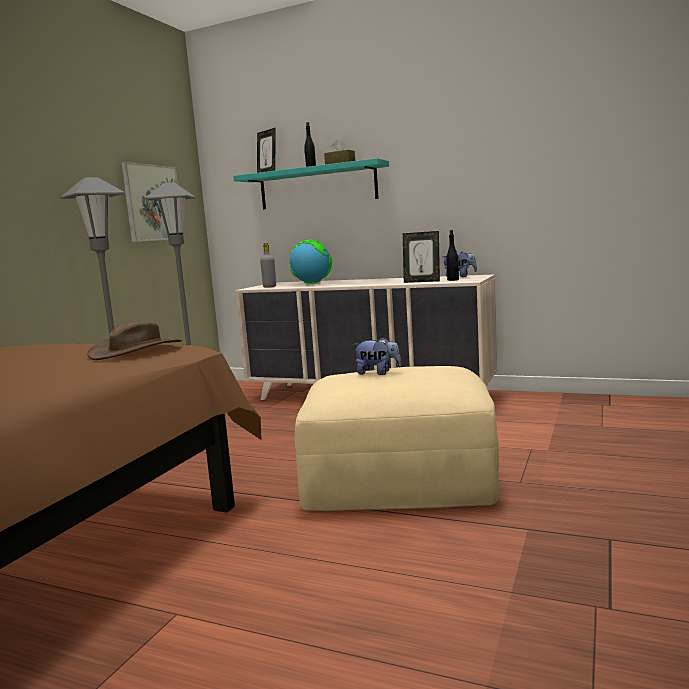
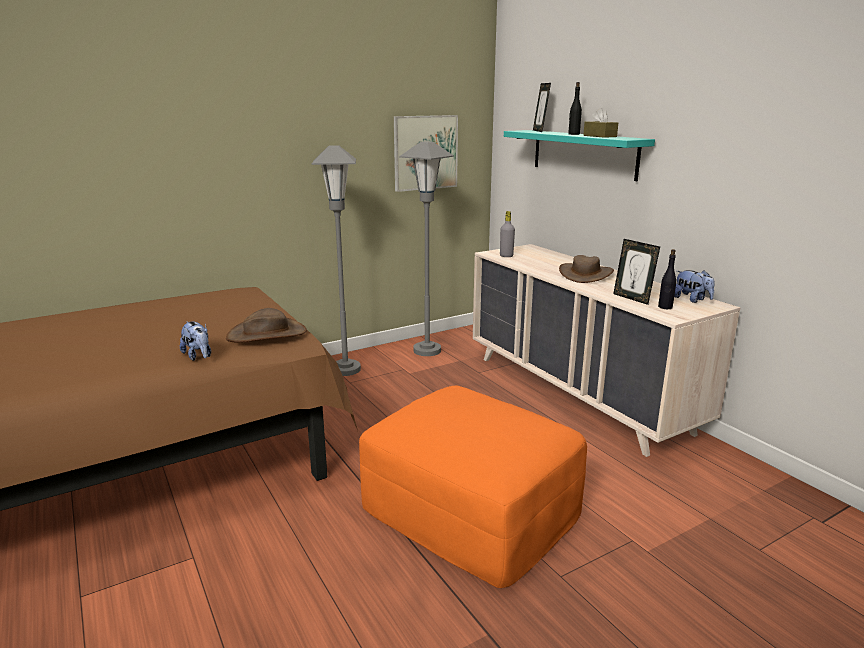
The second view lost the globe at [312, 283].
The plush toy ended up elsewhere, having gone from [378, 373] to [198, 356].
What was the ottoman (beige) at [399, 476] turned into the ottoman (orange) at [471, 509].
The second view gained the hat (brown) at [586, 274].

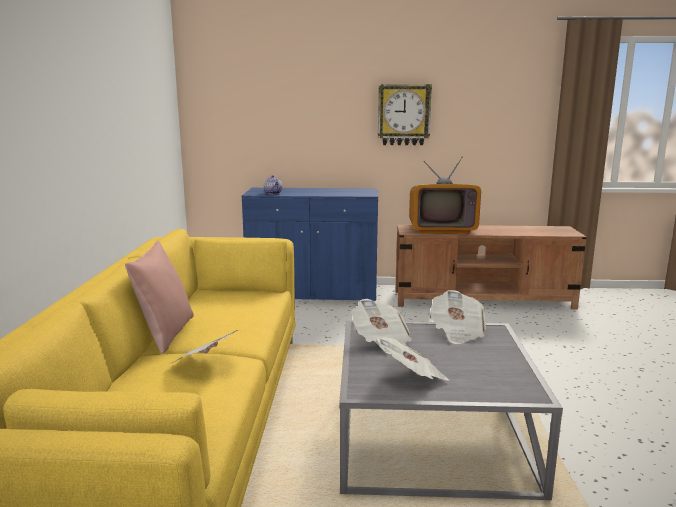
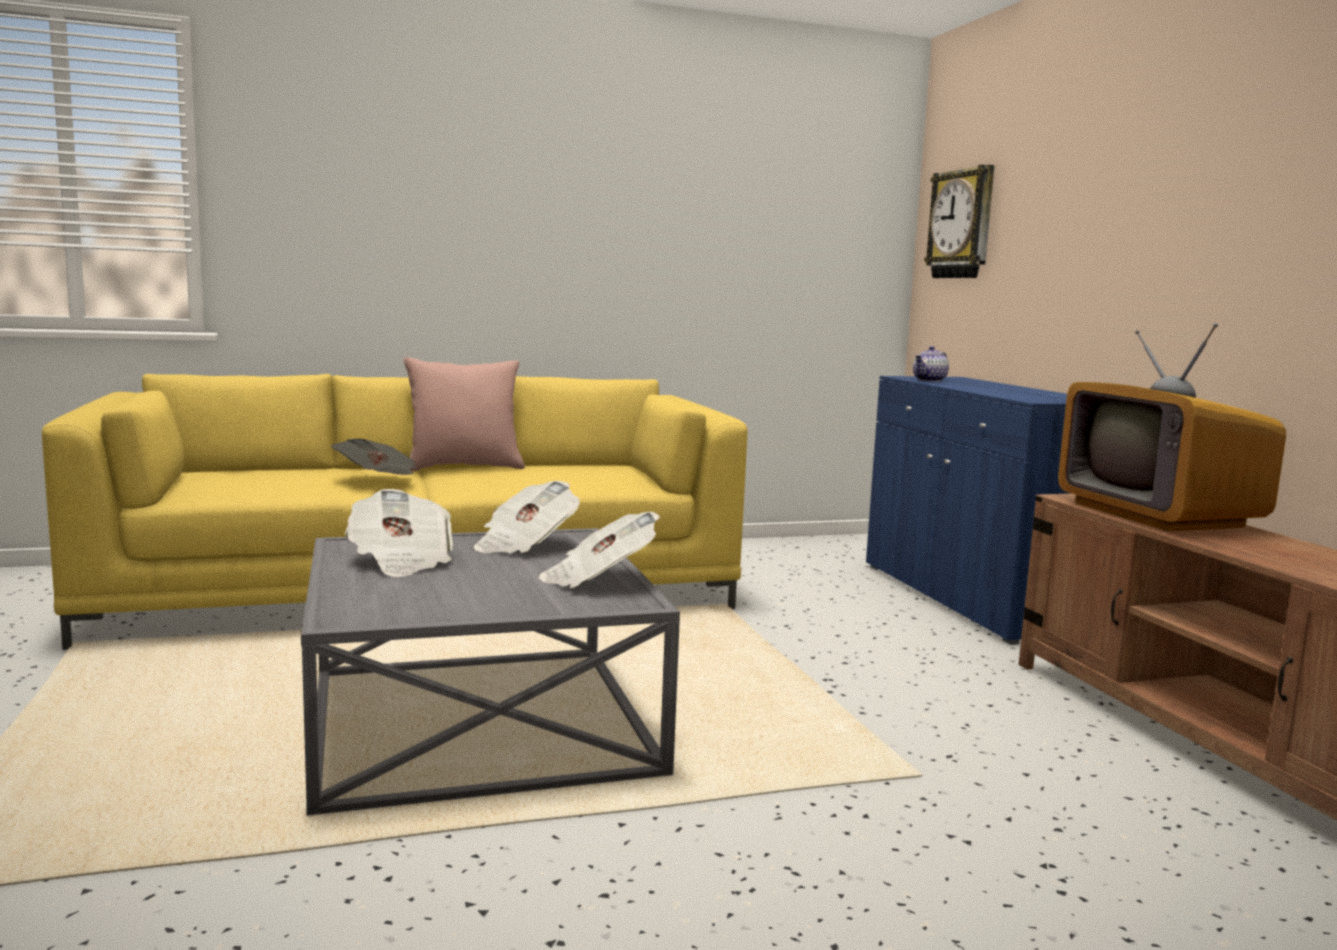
The wall clock ended up elsewhere, having gone from [404, 115] to [962, 224].

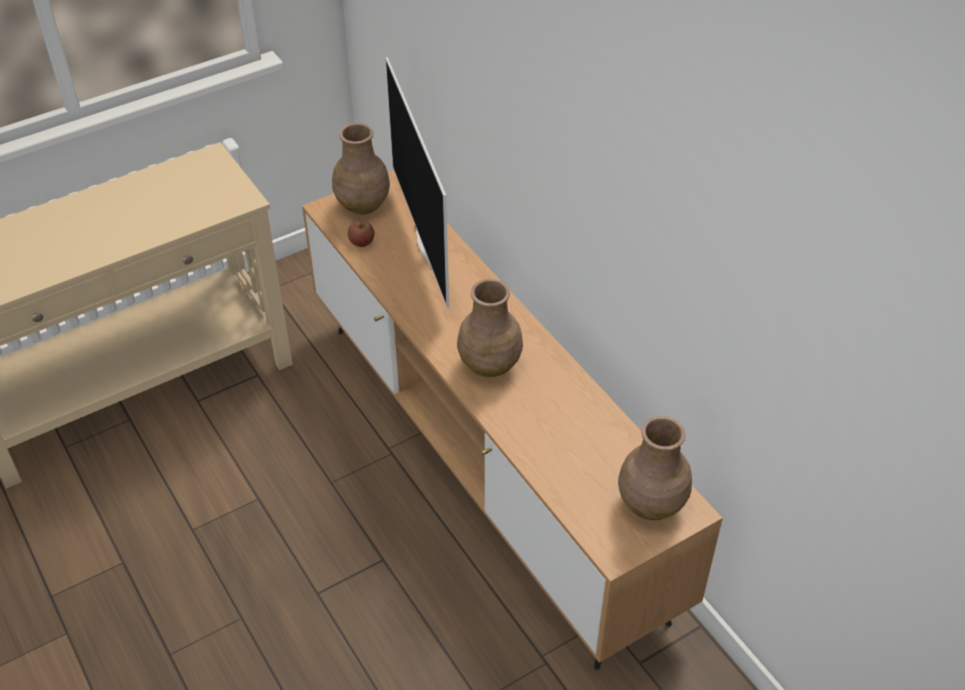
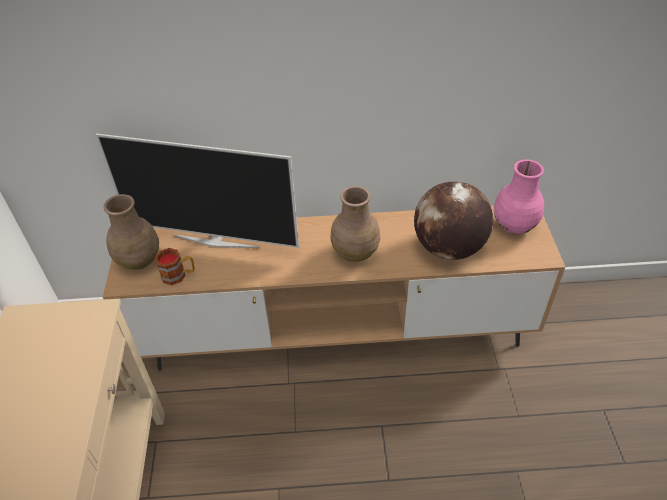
Where the apple stood at [361, 242], the mug came to stand at [178, 275].
What was the vase (brown) at [650, 504] turned into the vase (pink) at [514, 226].
The second view gained the globe at [448, 248].

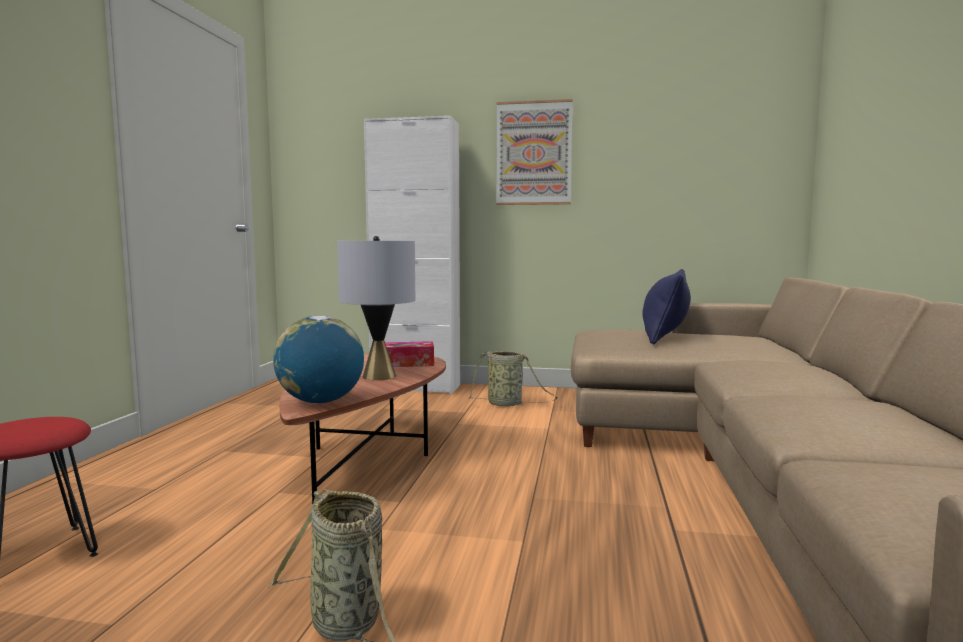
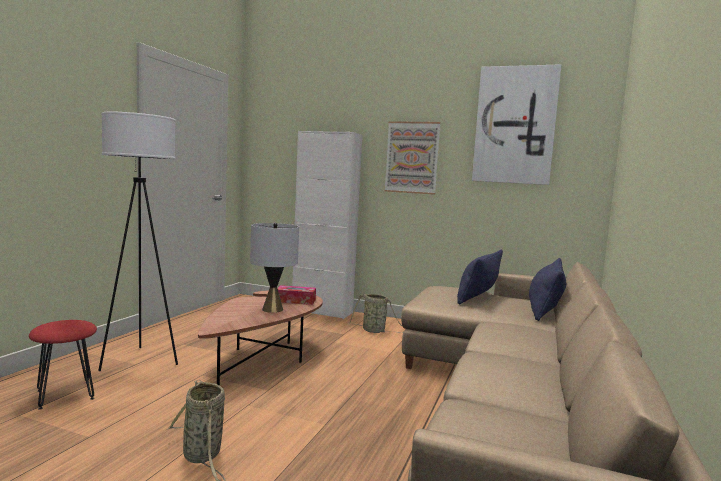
The second view lost the globe at [321, 402].
The second view gained the picture at [515, 125].
The second view gained the floor lamp (white) at [140, 360].
The second view gained the pillow (blue) at [545, 310].

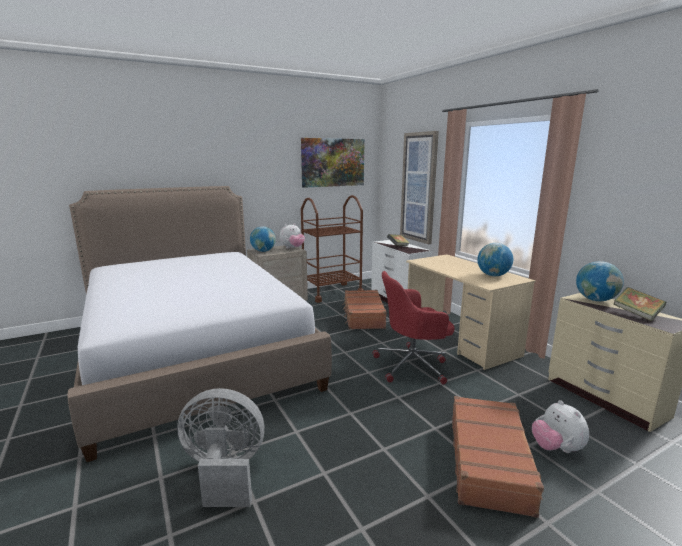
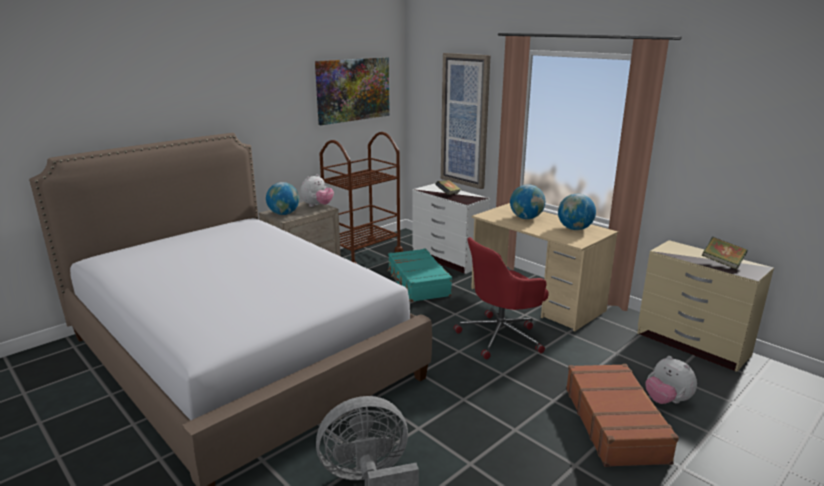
The globe ended up elsewhere, having gone from [595, 300] to [526, 218].
What was the suitcase (brown) at [363, 316] turned into the suitcase (turquoise) at [417, 283].

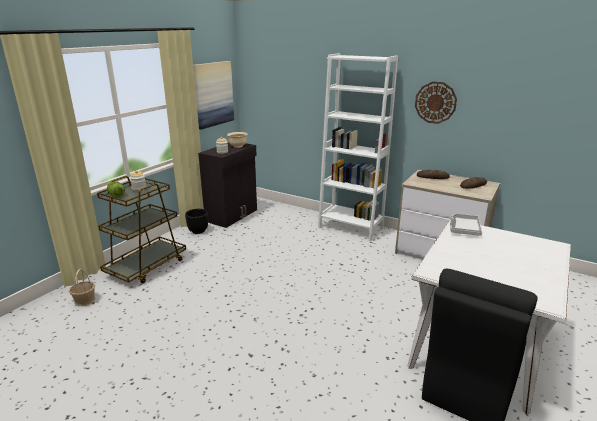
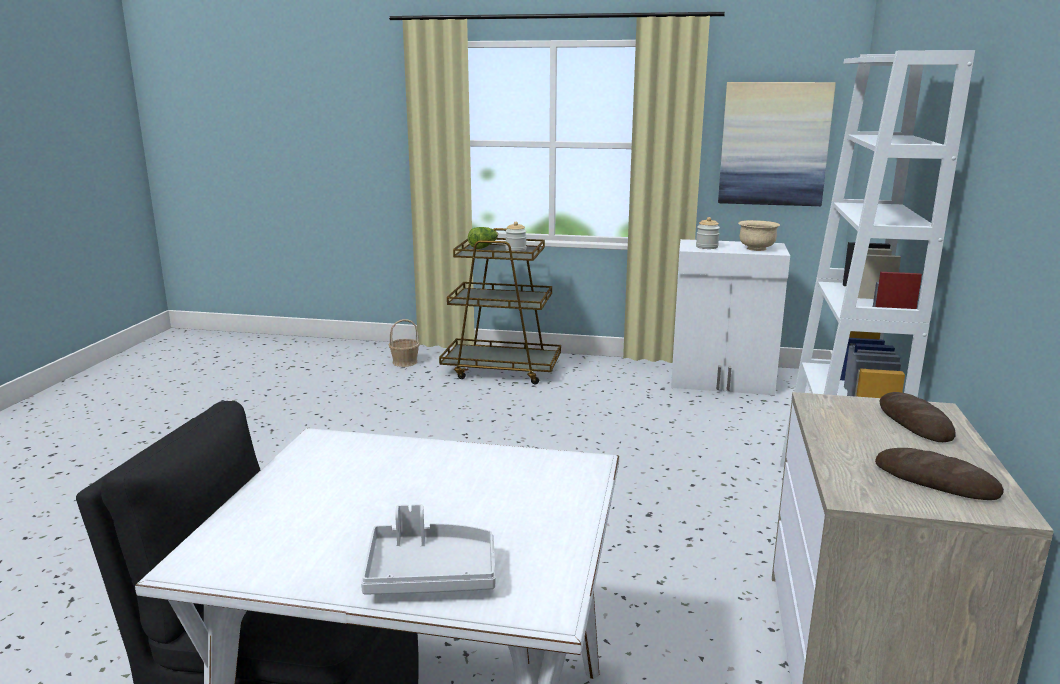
The second view lost the wall clock at [435, 102].
What was the cabinet (black) at [232, 215] turned into the cabinet (white) at [722, 382].
The second view lost the planter (black) at [198, 231].
The tray (grey) ended up elsewhere, having gone from [464, 229] to [430, 574].

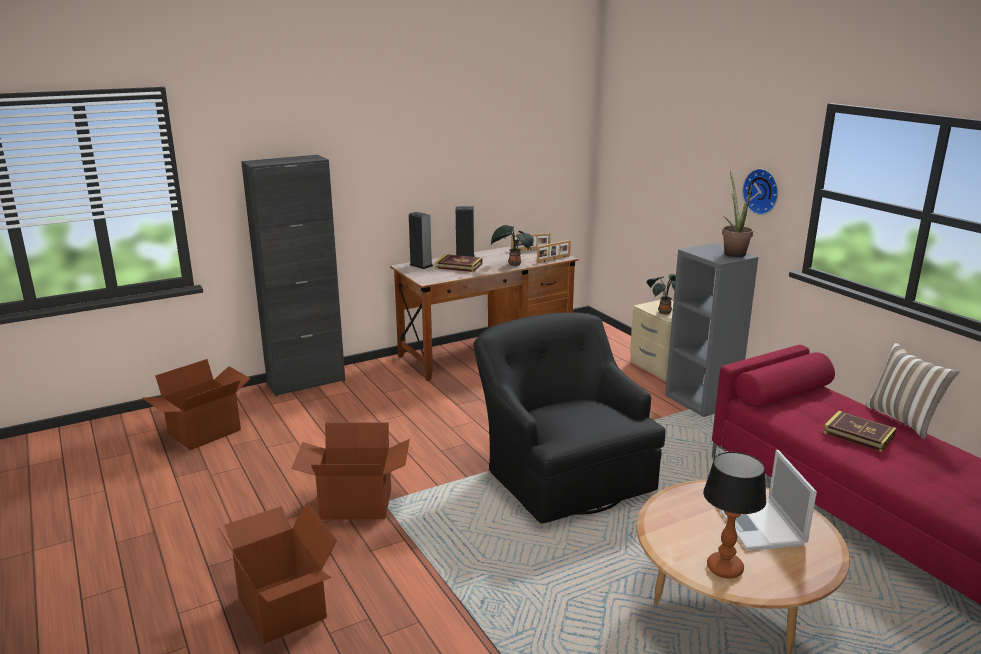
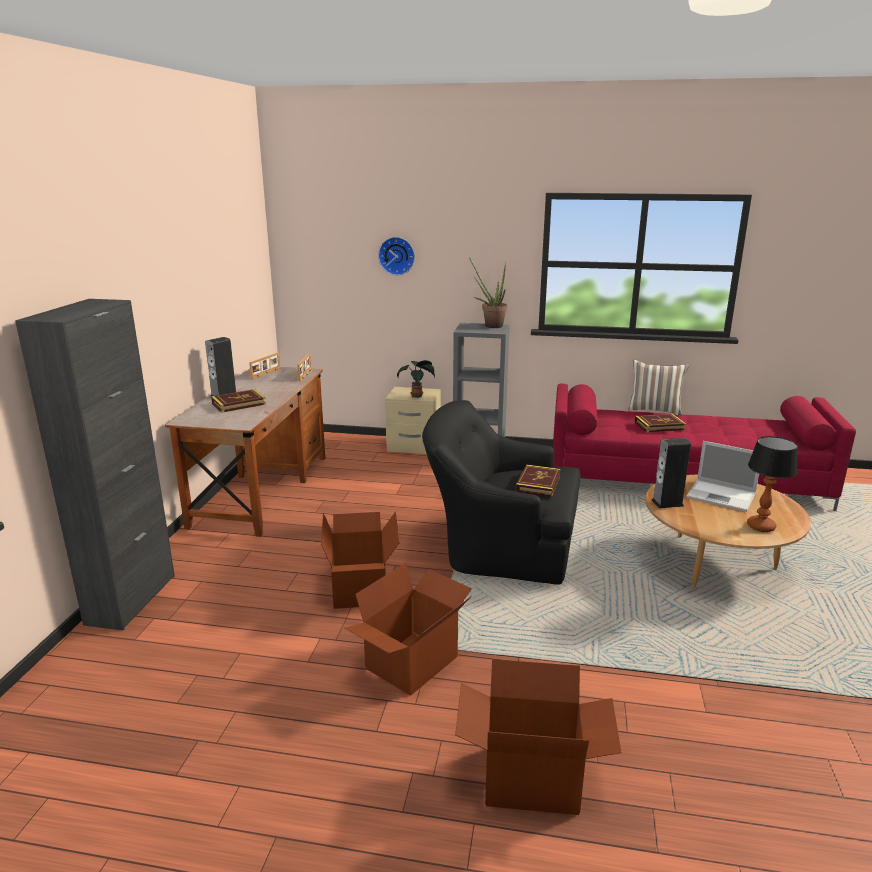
The wall clock ended up elsewhere, having gone from [762, 191] to [397, 255].
The speaker ended up elsewhere, having gone from [421, 265] to [667, 503].
The second view lost the potted plant at [513, 264].
The cardboard box ended up elsewhere, having gone from [205, 433] to [361, 589].
The second view gained the book at [538, 484].

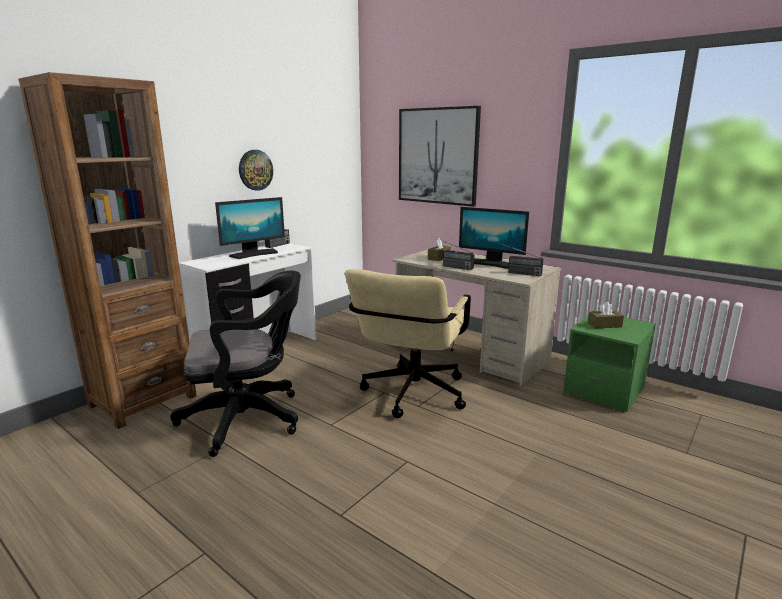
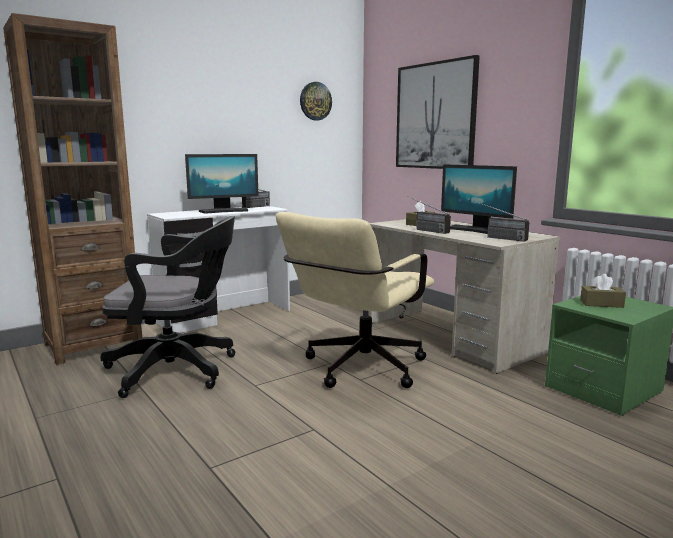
The wall clock ended up elsewhere, having gone from [255, 170] to [315, 101].

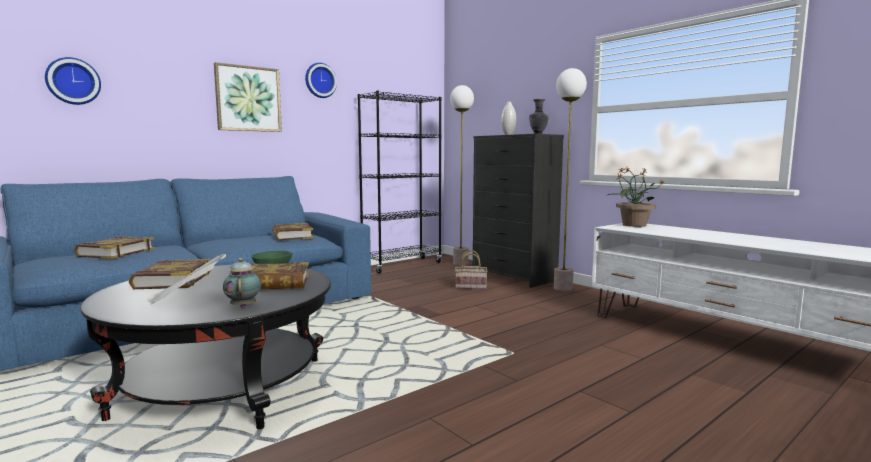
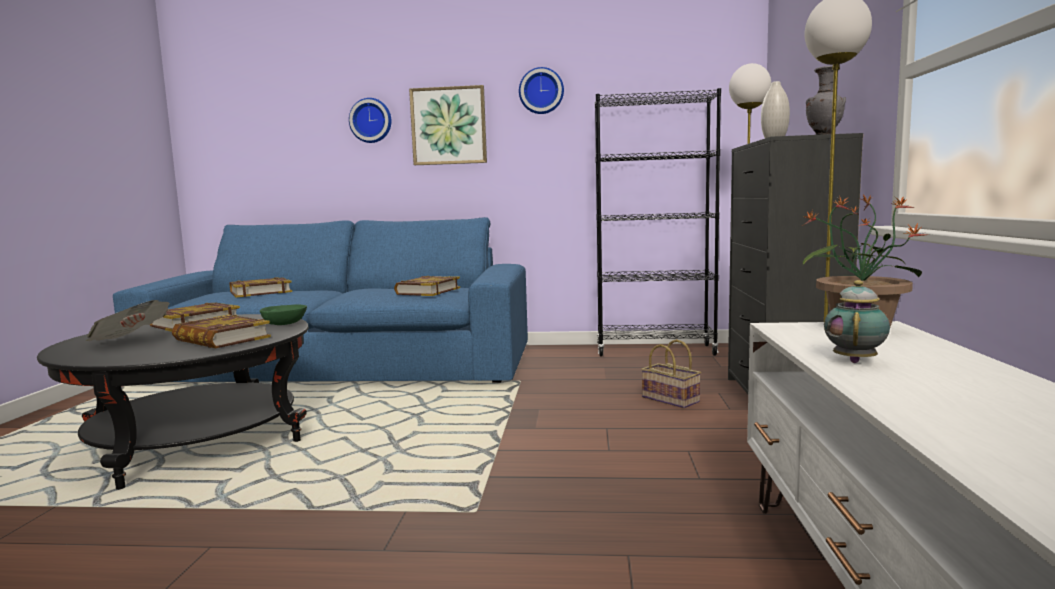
The wall clock ended up elsewhere, having gone from [73, 81] to [371, 120].
The teapot ended up elsewhere, having gone from [244, 306] to [855, 360].

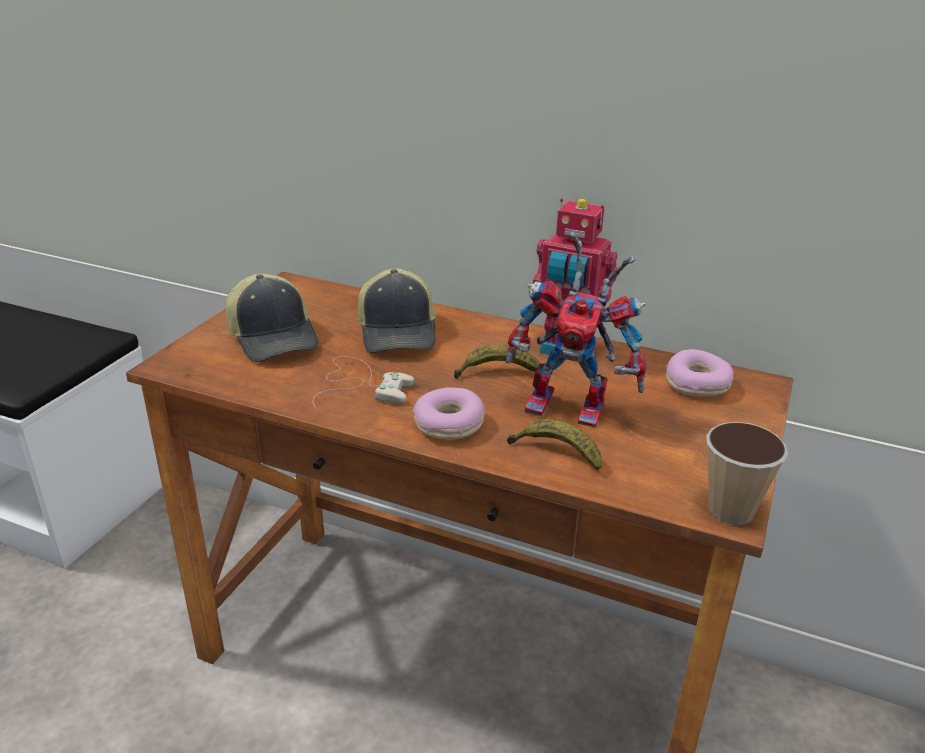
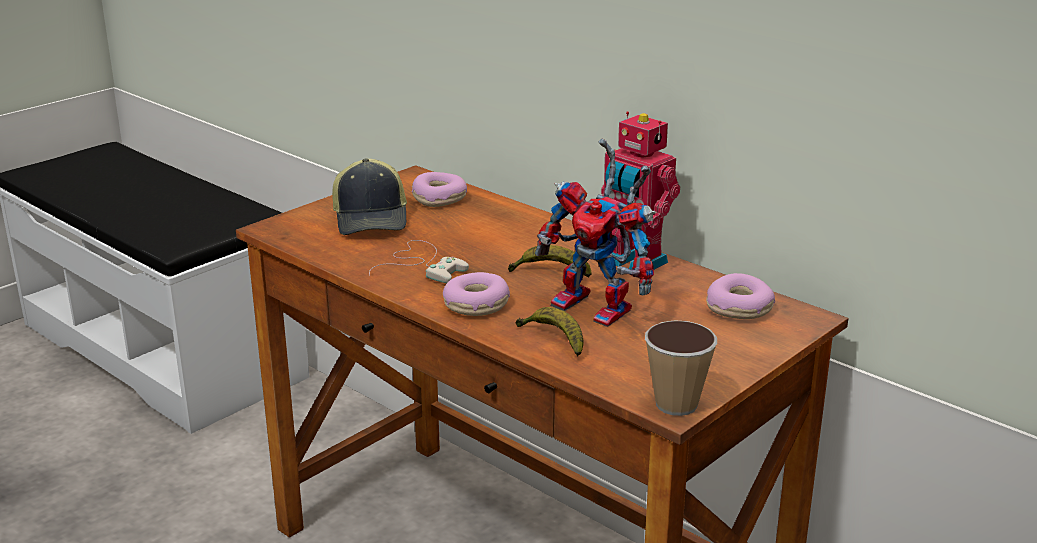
The second view lost the cap at [399, 332].
The second view gained the donut at [439, 198].

